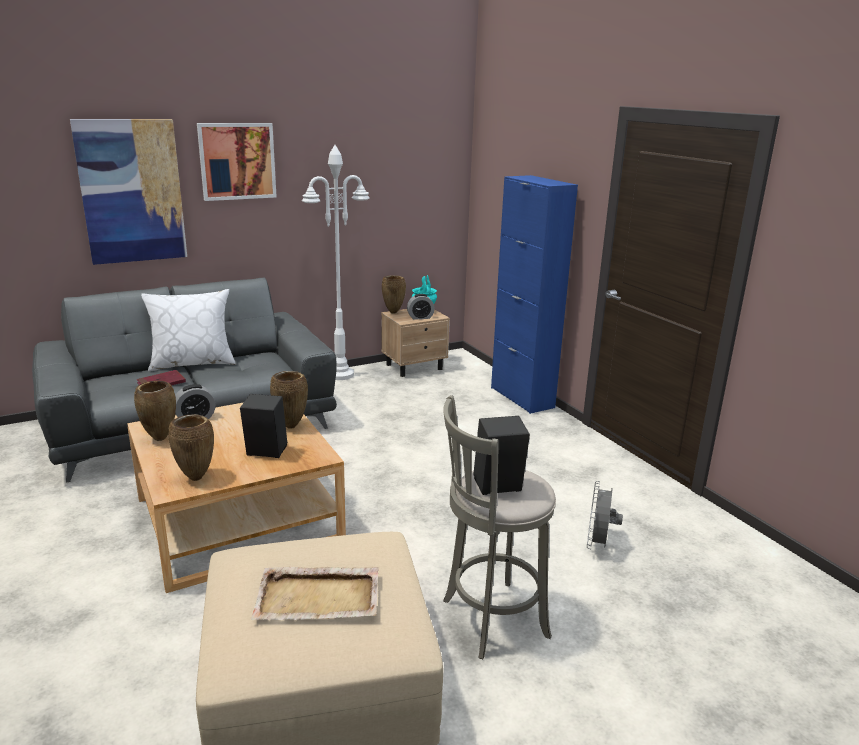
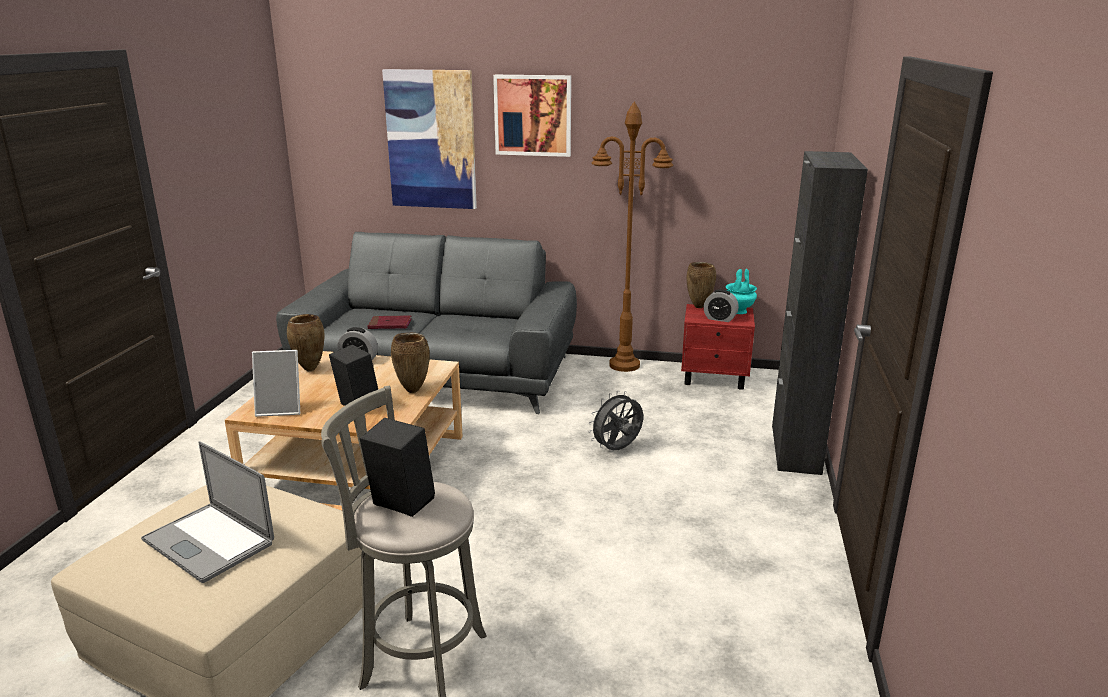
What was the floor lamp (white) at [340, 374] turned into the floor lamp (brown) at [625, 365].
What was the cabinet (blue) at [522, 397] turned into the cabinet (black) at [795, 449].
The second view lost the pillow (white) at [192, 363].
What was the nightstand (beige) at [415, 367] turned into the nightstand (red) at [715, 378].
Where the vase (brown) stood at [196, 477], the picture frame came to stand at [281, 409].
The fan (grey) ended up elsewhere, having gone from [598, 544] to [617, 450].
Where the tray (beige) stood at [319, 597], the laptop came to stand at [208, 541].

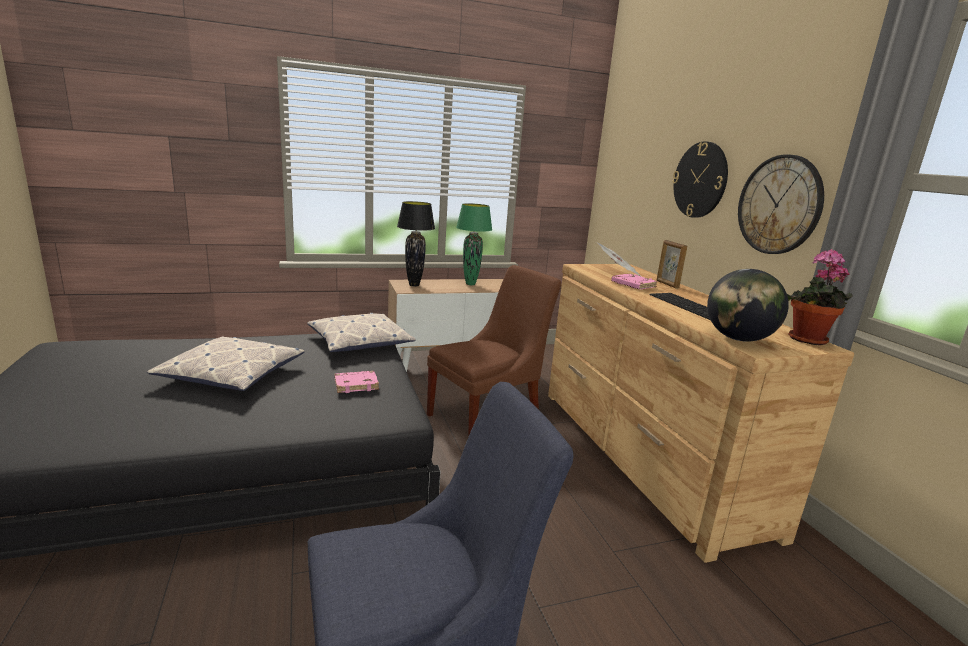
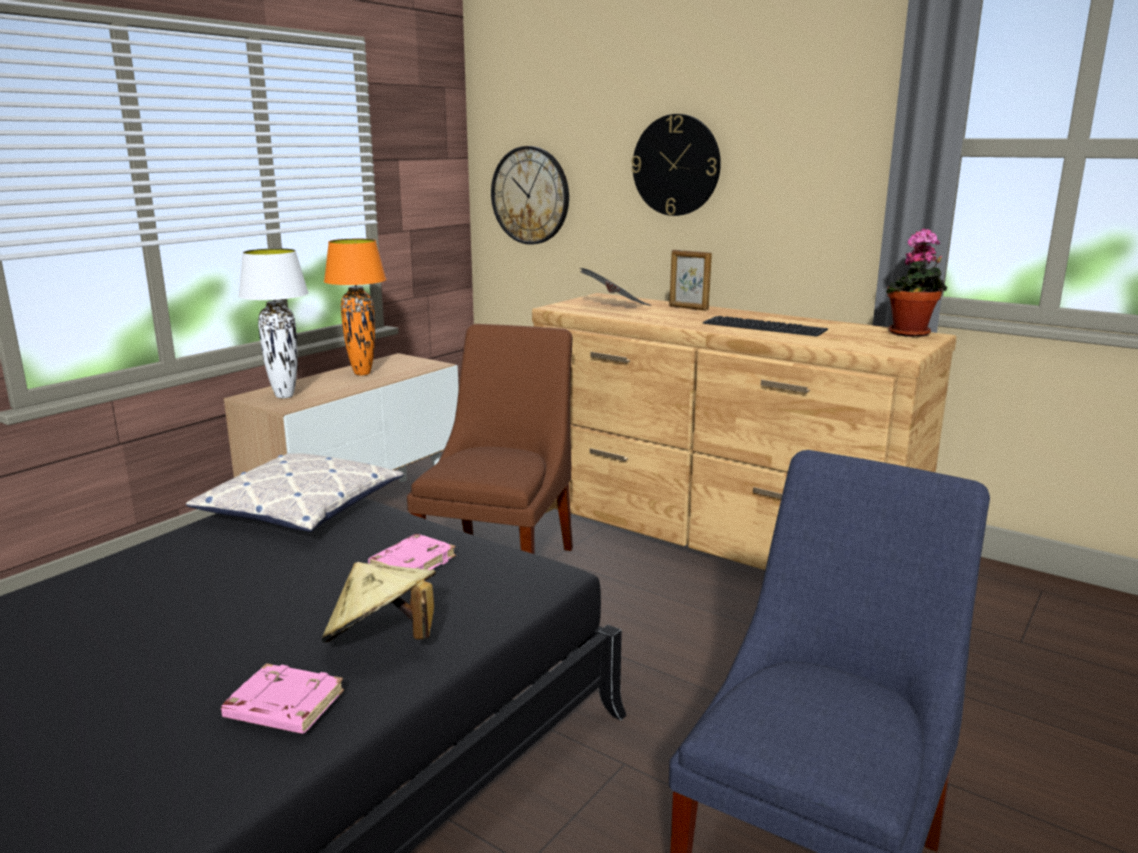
The wall clock ended up elsewhere, having gone from [779, 205] to [530, 195].
What was the table lamp (black) at [414, 285] turned into the table lamp (white) at [285, 396].
What was the table lamp (green) at [470, 284] turned into the table lamp (orange) at [363, 373].
The second view lost the globe at [738, 339].
The book (pink) ended up elsewhere, having gone from [632, 285] to [282, 707].
The second view lost the pillow at [232, 373].
The second view gained the hat (beige) at [383, 641].

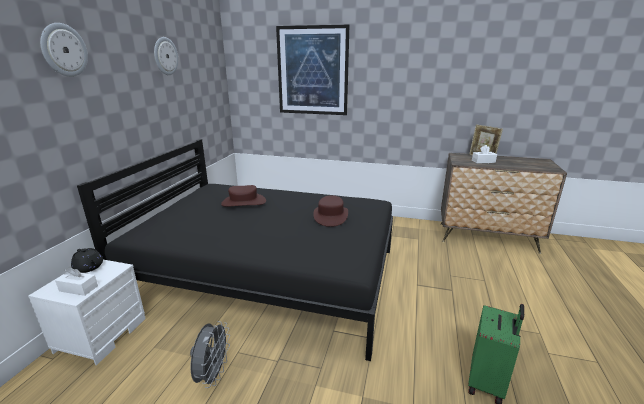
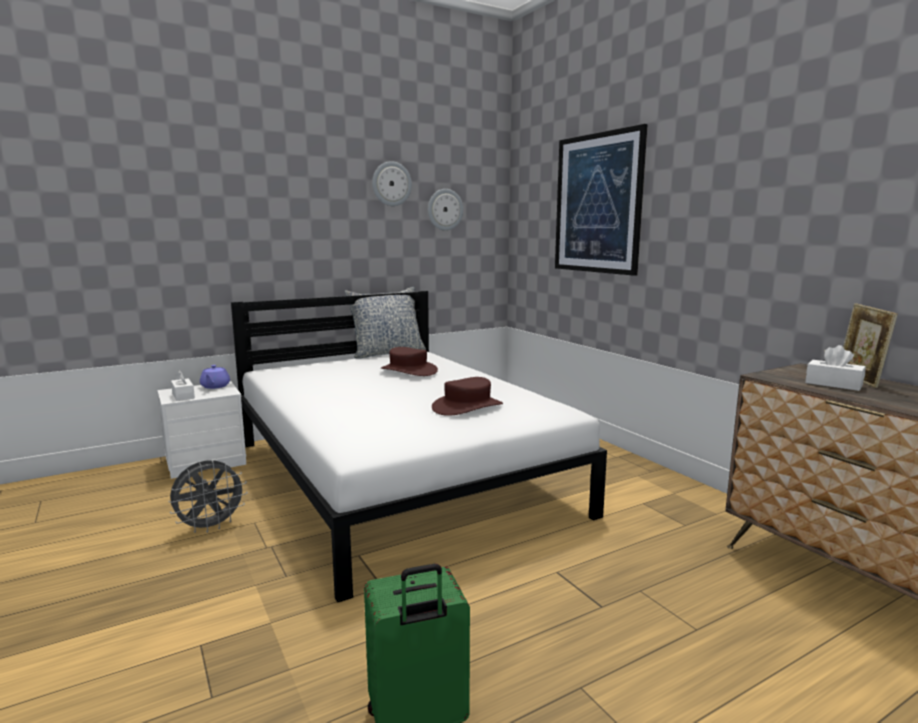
The wall clock ended up elsewhere, having gone from [64, 50] to [445, 209].
What was the bed (black) at [268, 274] turned into the bed (white) at [398, 476].
What was the teapot (black) at [89, 268] turned into the teapot (purple) at [215, 386].
The second view gained the pillow at [387, 353].

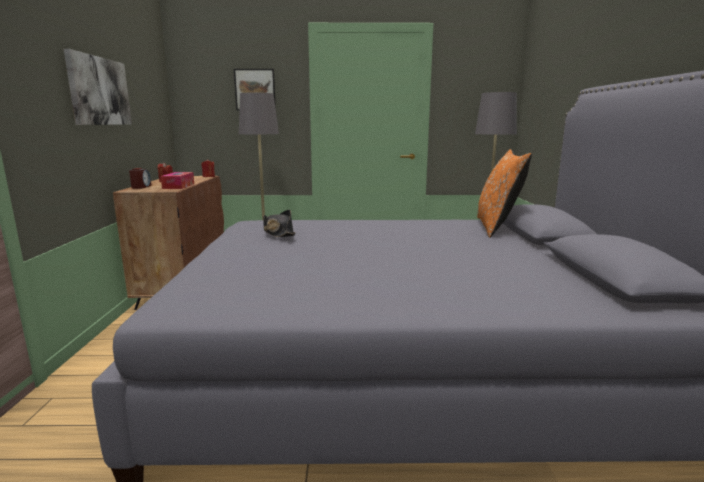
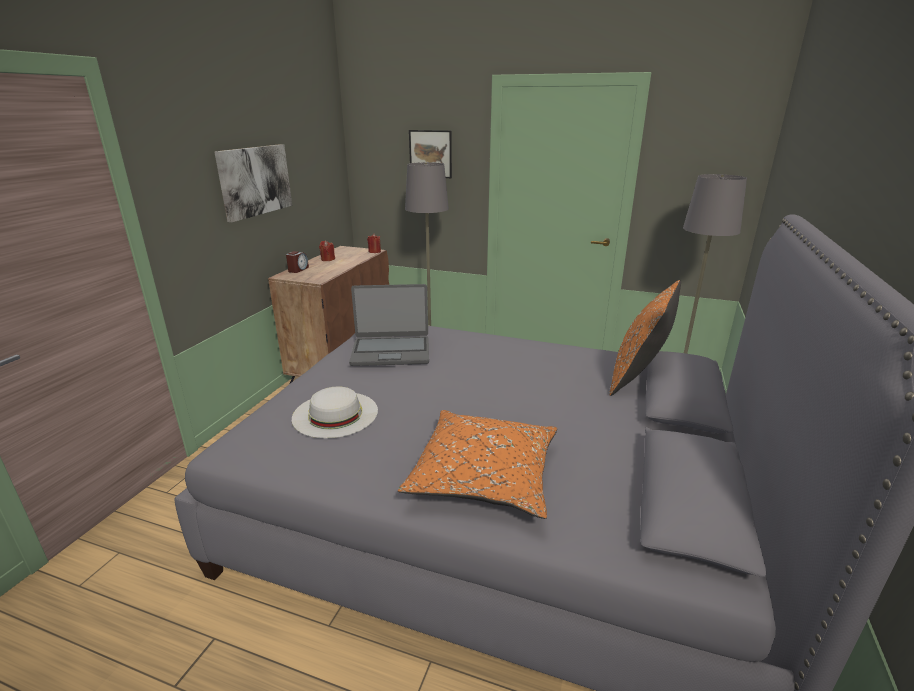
The second view lost the tissue box at [178, 186].
Where the hat (black) stood at [278, 233], the laptop came to stand at [391, 351].
The second view gained the hat (white) at [335, 414].
The second view gained the pillow (orange) at [485, 476].

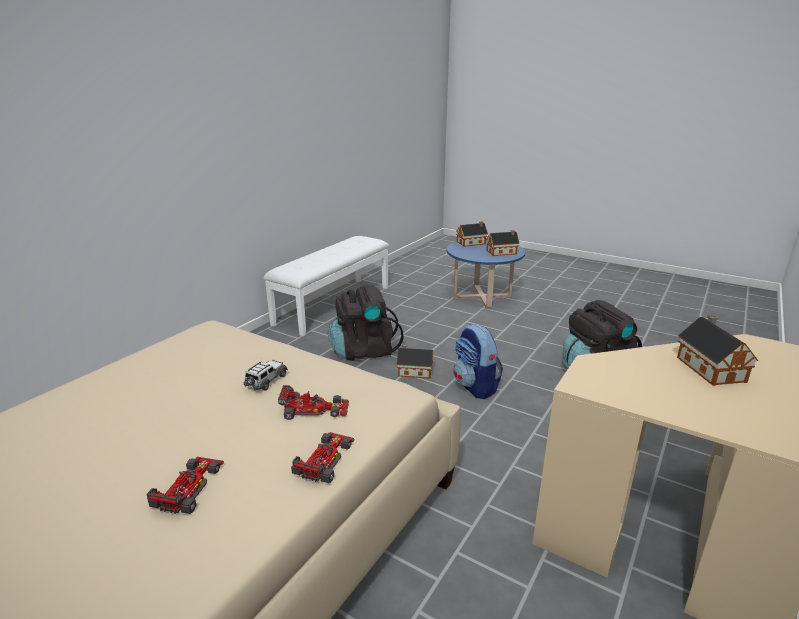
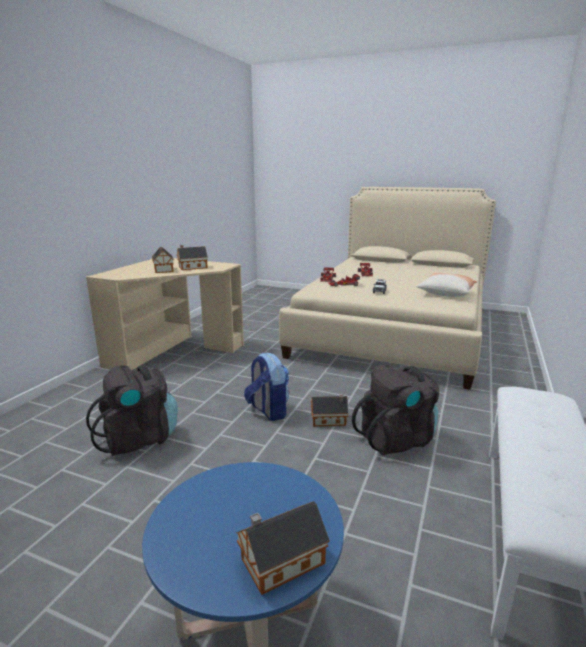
The toy house ended up elsewhere, having gone from [502, 252] to [191, 267].
The second view gained the pillow at [446, 293].

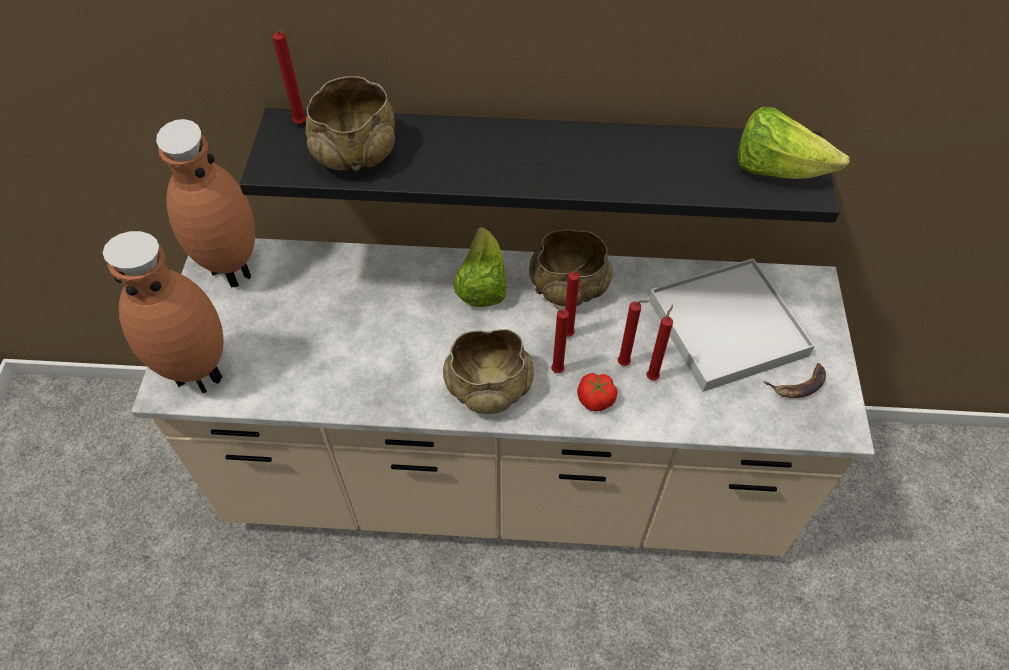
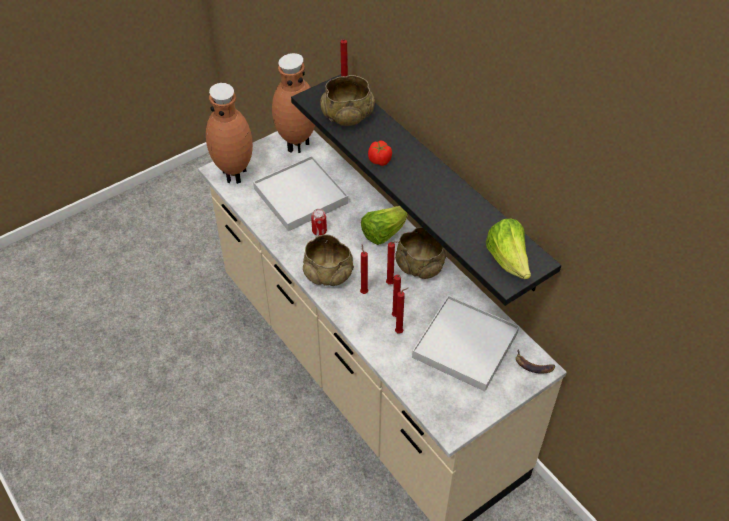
The banana ended up elsewhere, having gone from [799, 384] to [533, 365].
The tomato ended up elsewhere, having gone from [596, 399] to [380, 160].
The second view gained the tray (white) at [300, 196].
The second view gained the can at [319, 231].

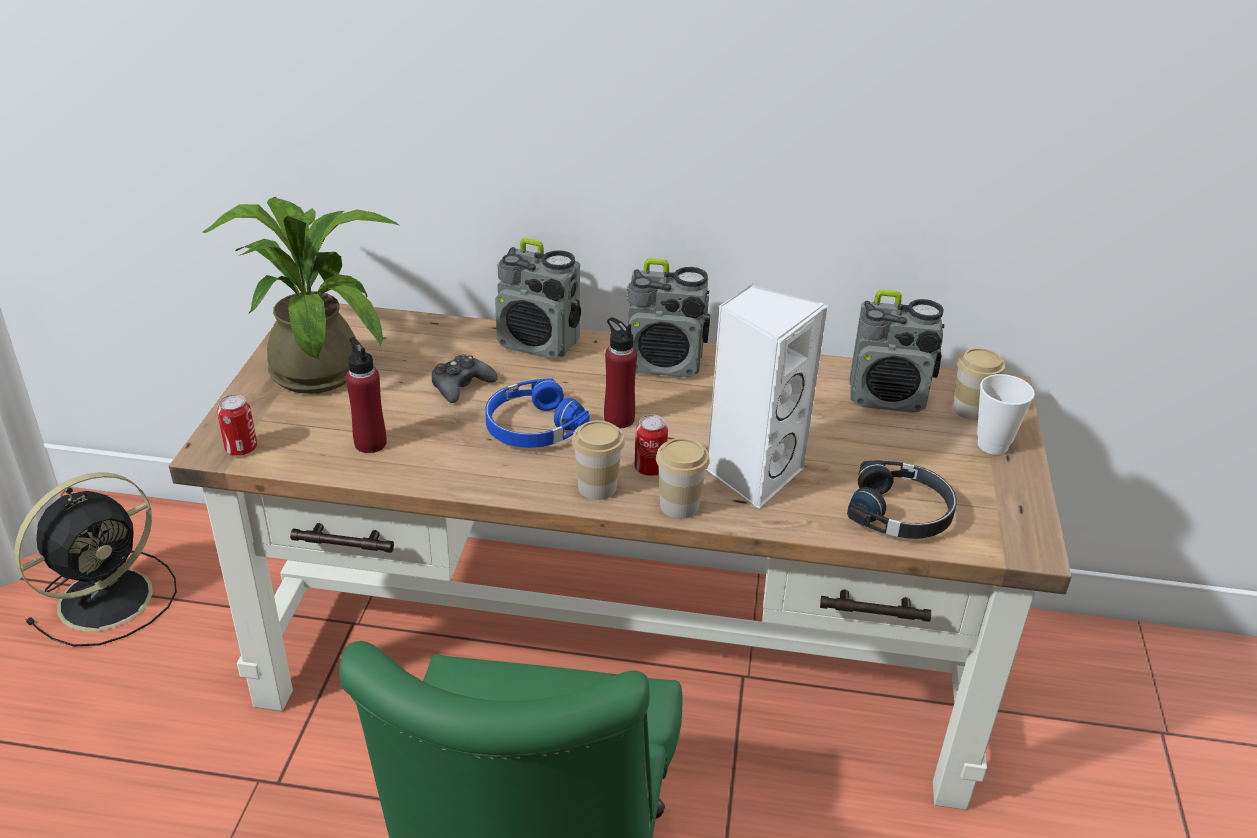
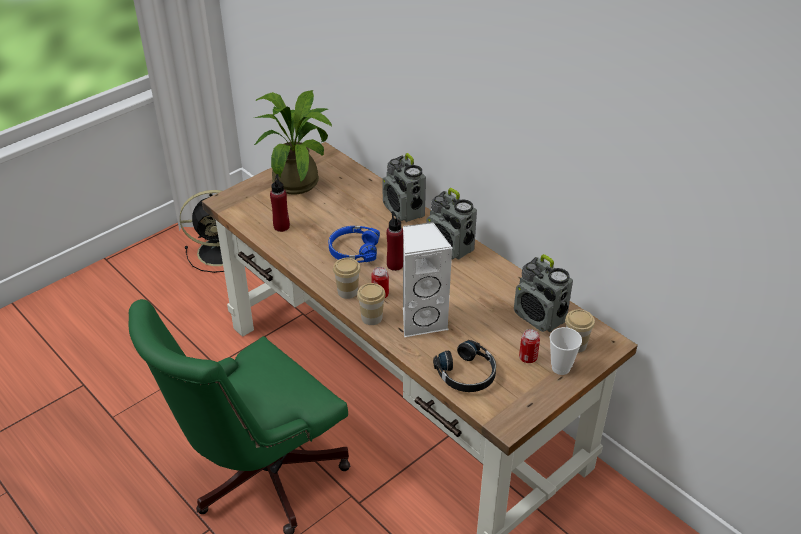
The second view lost the game controller (black) at [461, 386].
The can ended up elsewhere, having gone from [241, 448] to [528, 358].

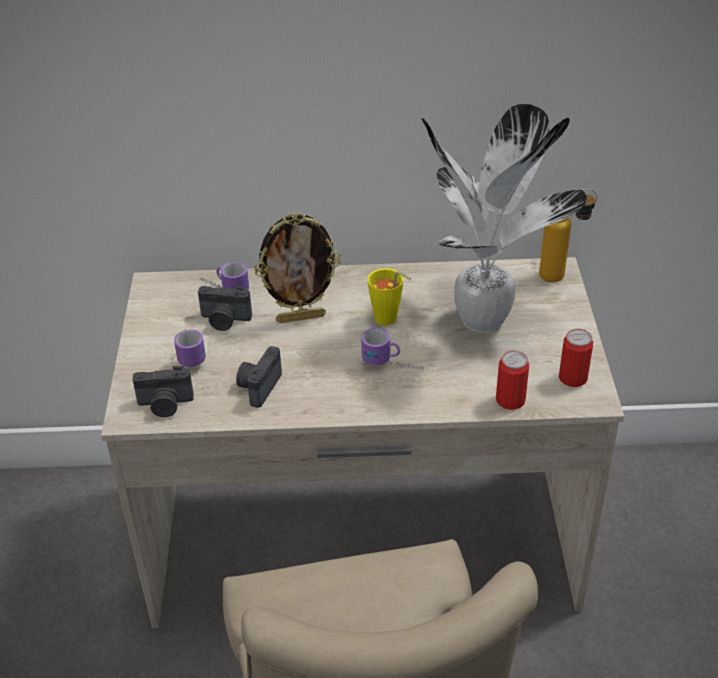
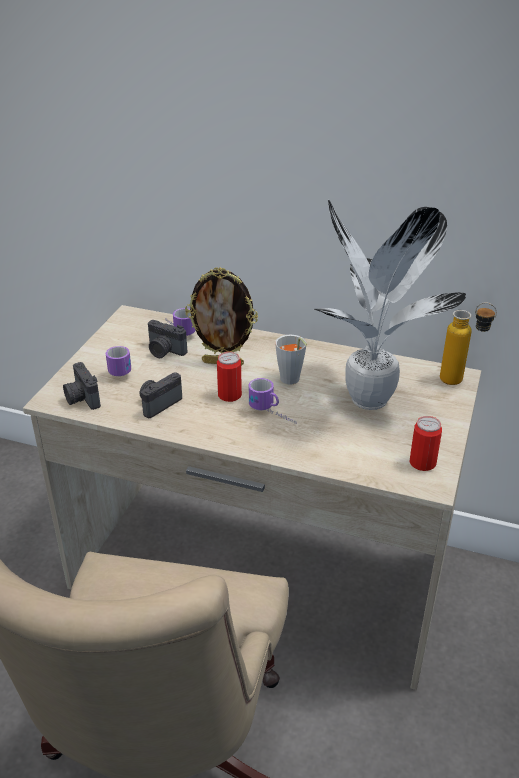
What was the cup (yellow) at [389, 321] turned into the cup (grey) at [291, 381].
The can ended up elsewhere, having gone from [510, 400] to [229, 395].
The photo camera at [165, 405] ended up facing another way, 45 degrees clockwise from before.

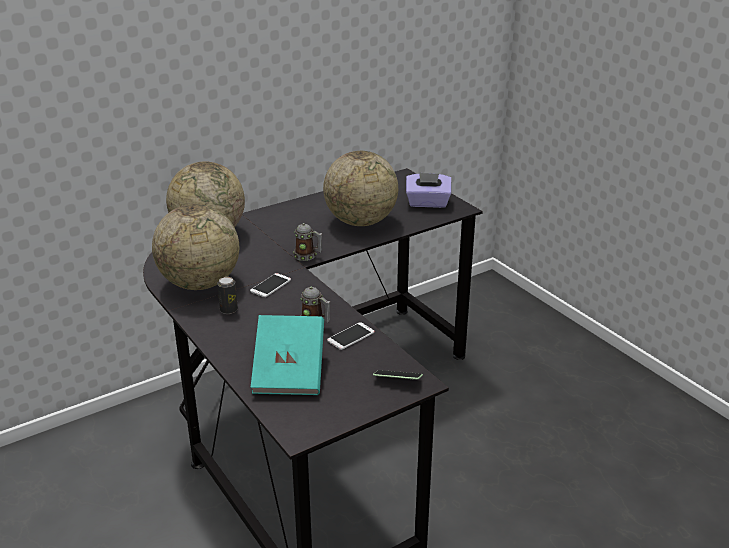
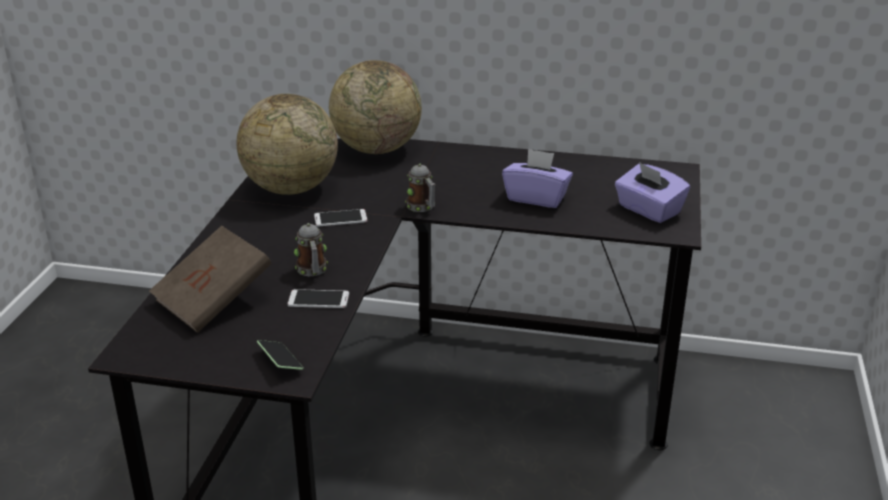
Where the globe stood at [360, 222], the tissue box (purple) came to stand at [536, 198].
The second view lost the can at [228, 310].
What was the book (turquoise) at [289, 372] turned into the book (brown) at [214, 301].

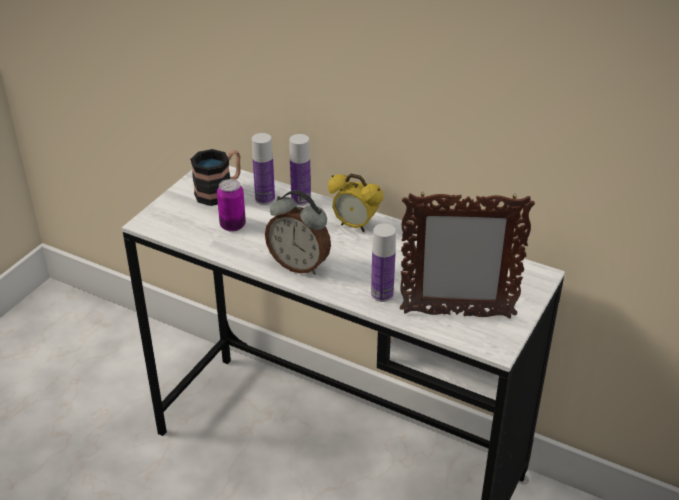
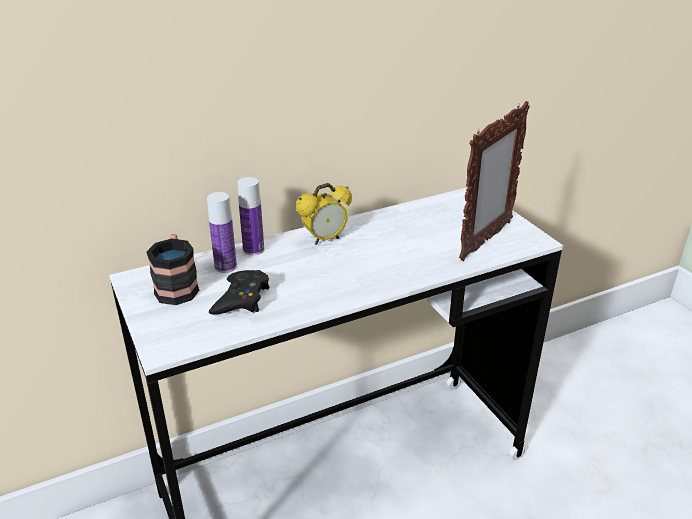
Where the can stood at [233, 225], the game controller (black) came to stand at [241, 299].
The second view lost the alarm clock at [299, 265].
The second view lost the bottle at [382, 294].

